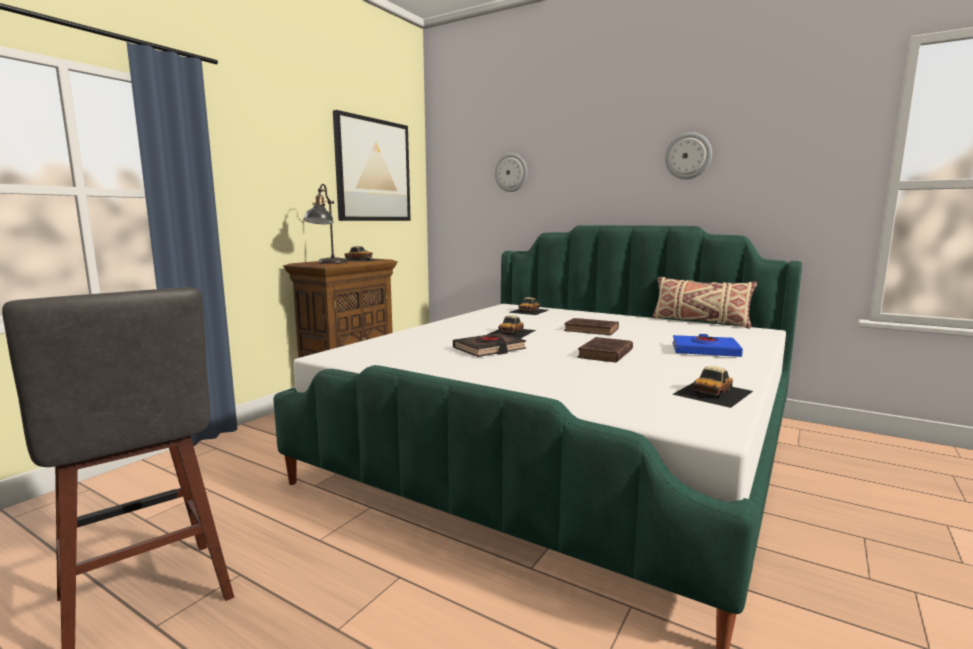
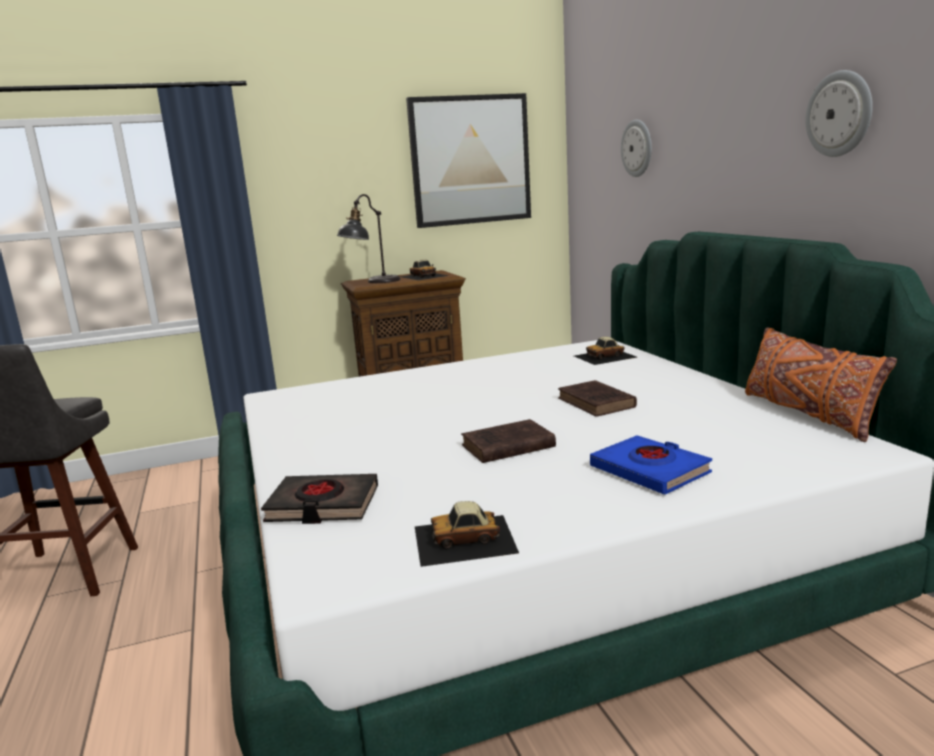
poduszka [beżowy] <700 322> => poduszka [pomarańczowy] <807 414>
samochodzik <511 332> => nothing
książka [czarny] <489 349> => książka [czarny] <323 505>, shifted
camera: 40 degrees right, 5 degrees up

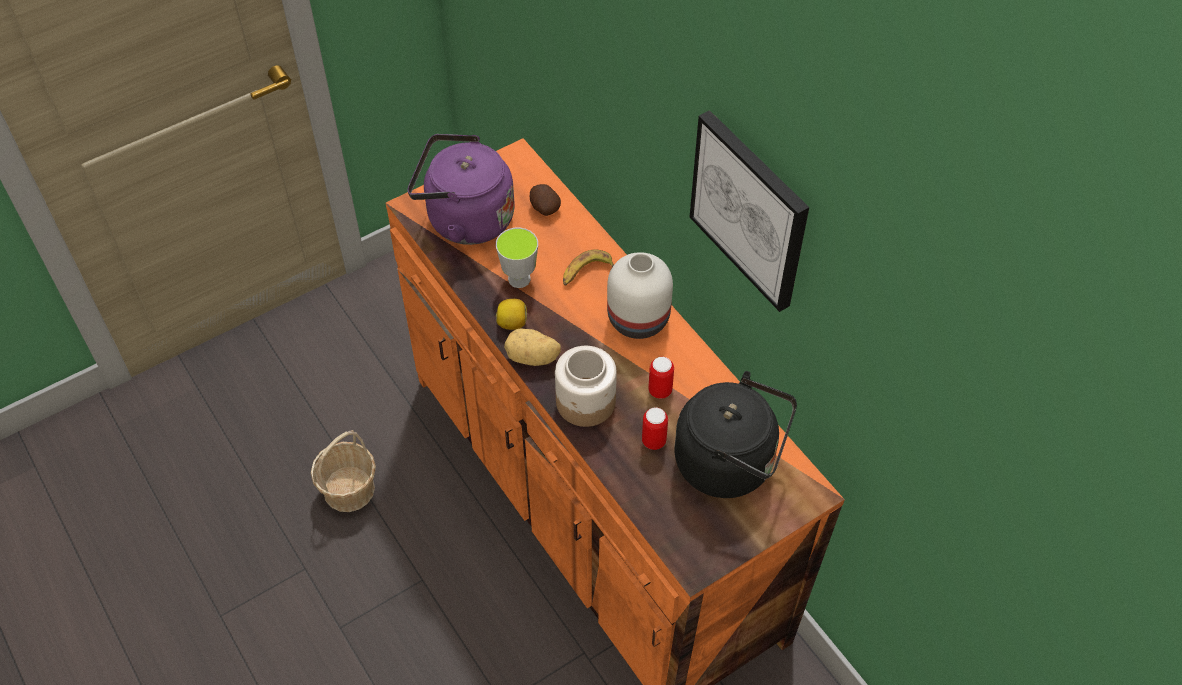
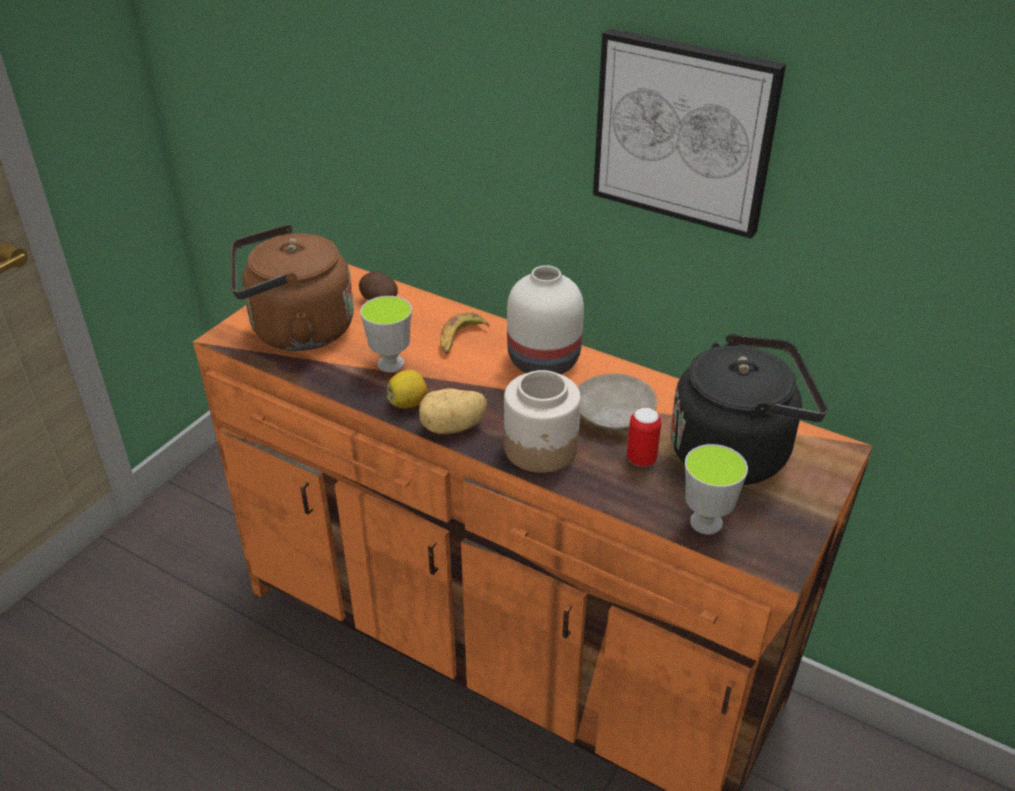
czajnik [fioletowy] <465 219> => czajnik [brązowy] <296 331>
puszka <660 390> => talerz [beżowy] <613 413>
koszyk <349 489> => nothing
nothing => filiżanka <706 522>
camera: 25 degrees left, 15 degrees down

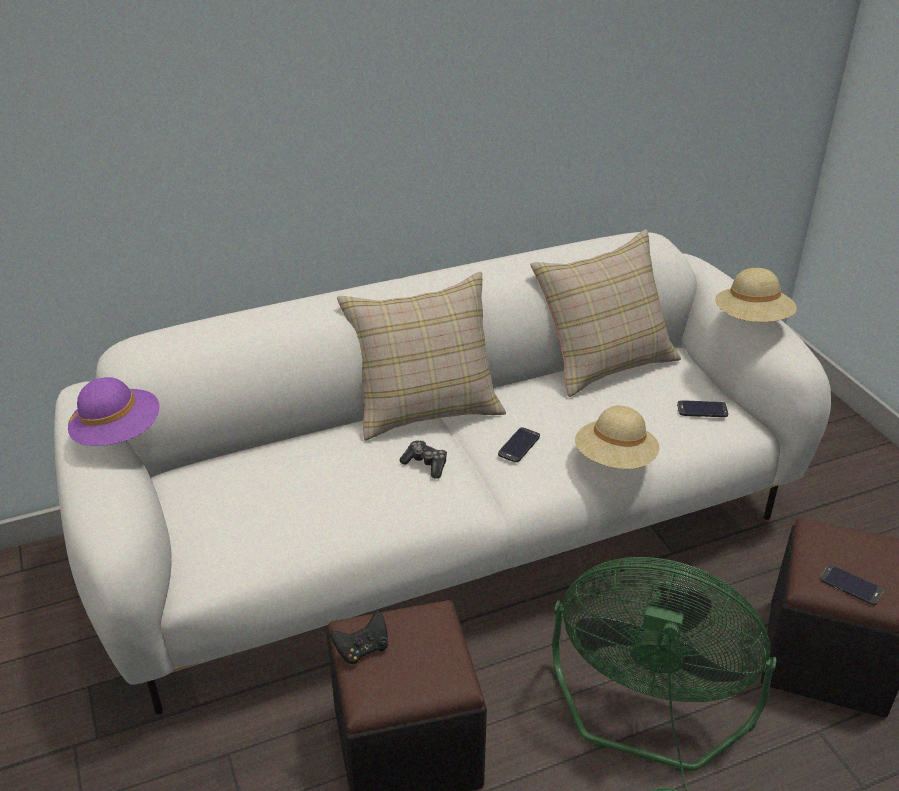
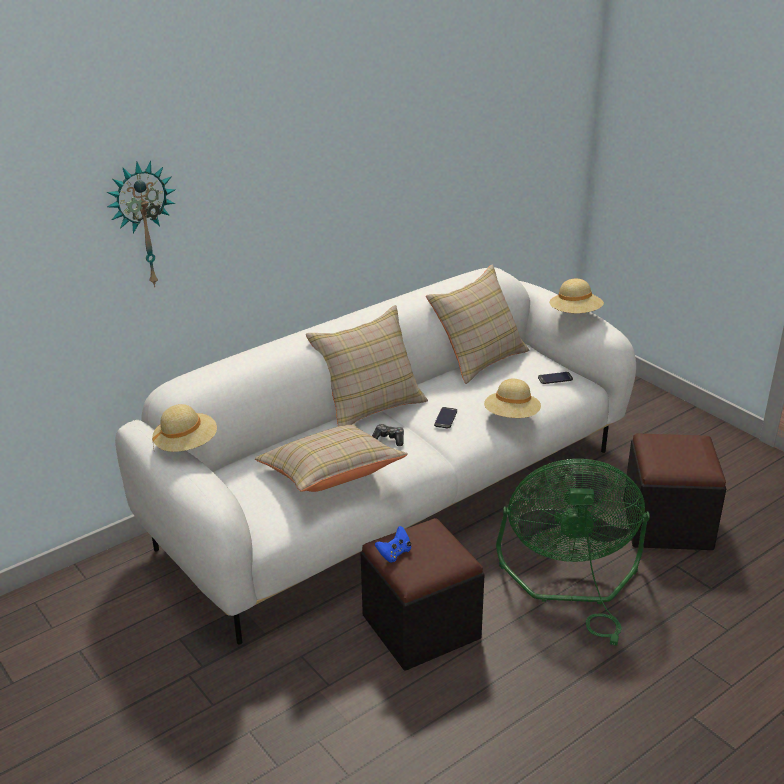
kapelusz [fioletowy] <118 434> => kapelusz [beżowy] <186 445>
telefon <851 585> => nothing
pad do gier [czarny] <362 649> => pad do gier [niebieski] <394 553>
nothing => zegar ścienny <143 224>
nothing => poduszka [beżowy] <330 476>
camera: 15 degrees left, 5 degrees down

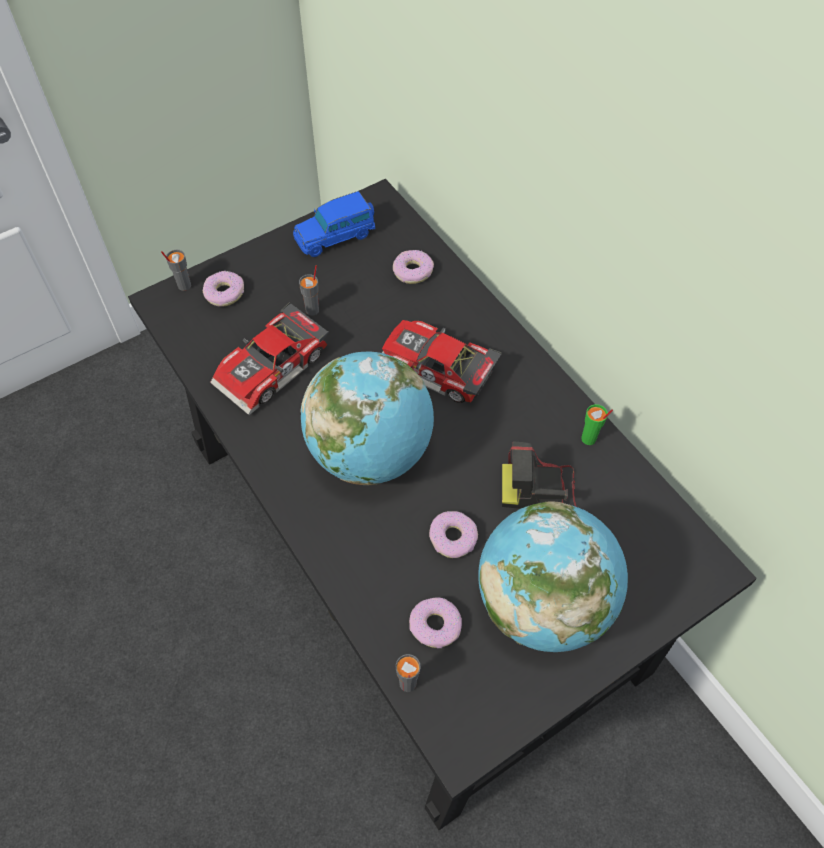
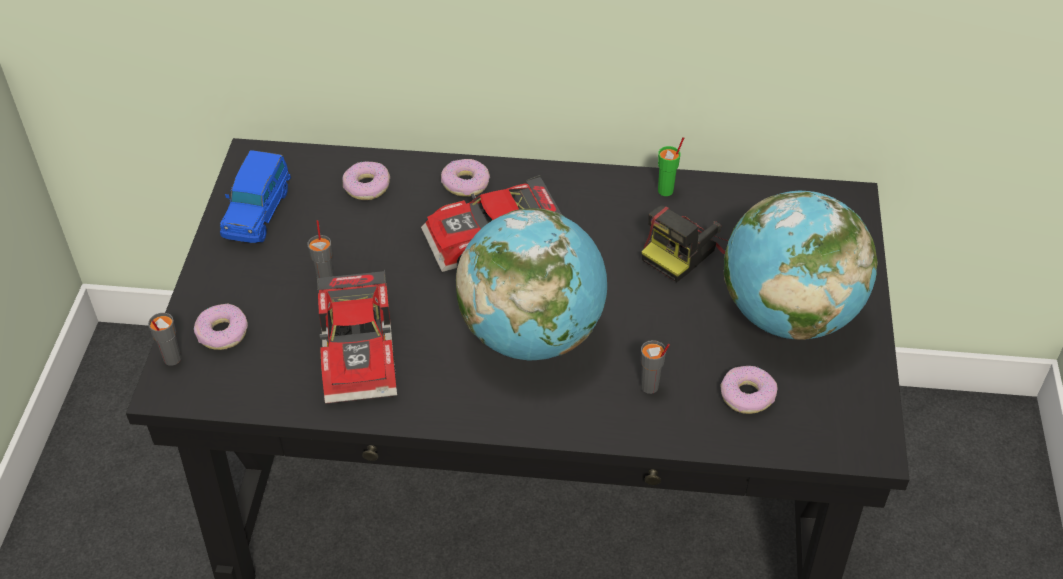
donut <453 537> => donut <465 183>, shifted
filiżanka [szary] <407 684> => filiżanka [szary] <649 387>, shifted
camera: 50 degrees left, 10 degrees down

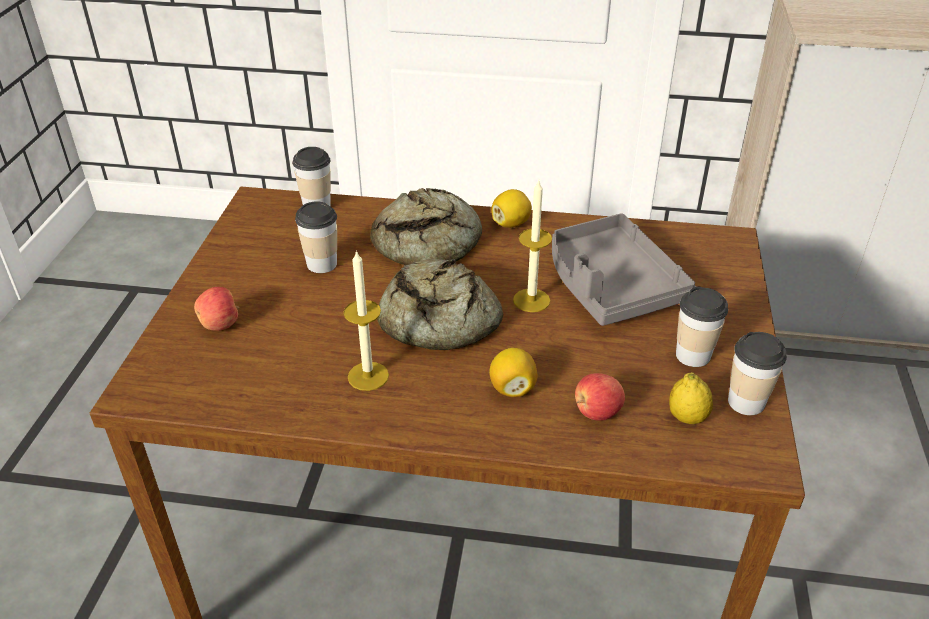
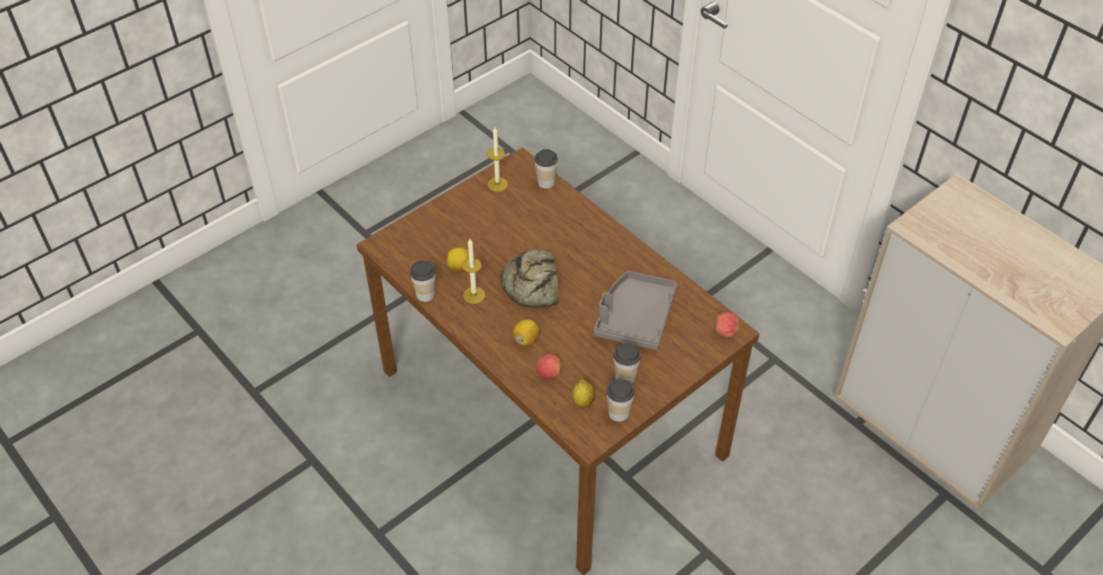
świeca <531 300> => świeca <497 184>, shifted
chleb <431 241> => nothing
cytryna <511 223> => cytryna <459 267>, shifted
filiżanka <322 264> => filiżanka <425 294>, shifted
jabłko <220 324> => jabłko <726 332>, shifted
camera: 40 degrees right, 10 degrees up

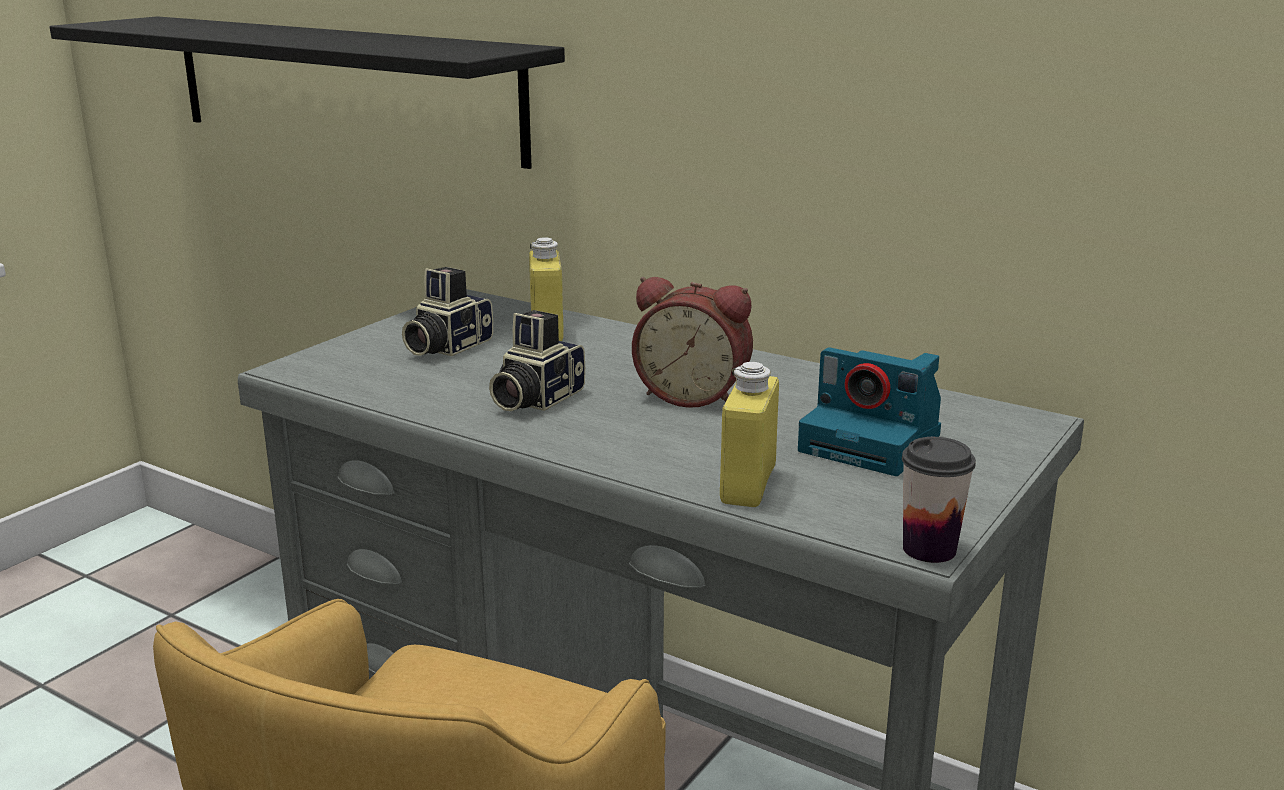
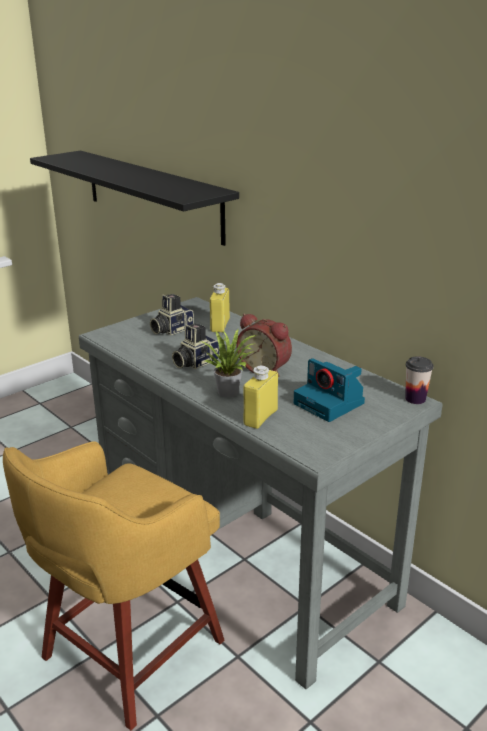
filiżanka <929 549> => filiżanka <415 399>, shifted
nothing => roślina doniczkowa <230 391>
camera: 15 degrees right, 5 degrees up

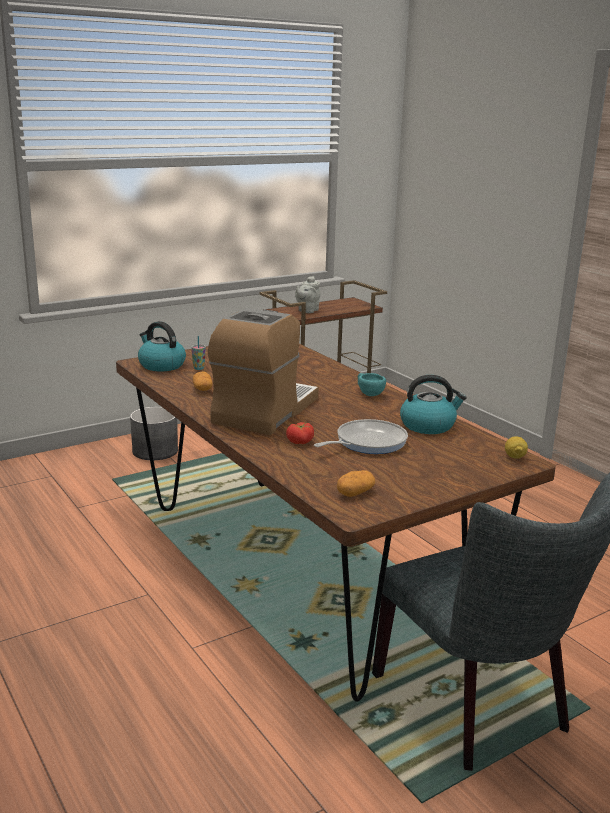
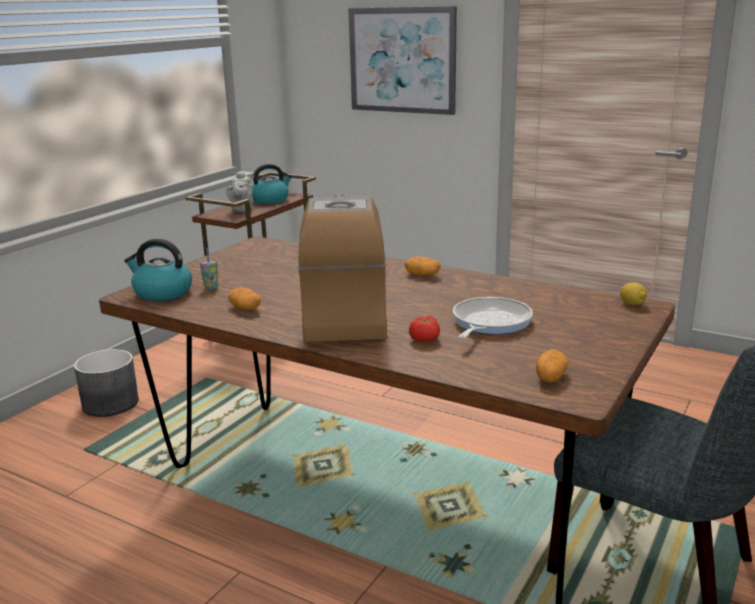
filiżanka [turkusowy] <368 393> => ziemniak <422 275>
czajnik <428 425> => czajnik <270 200>, shifted
nothing => obraz <402 60>
camera: 25 degrees left, 0 degrees up

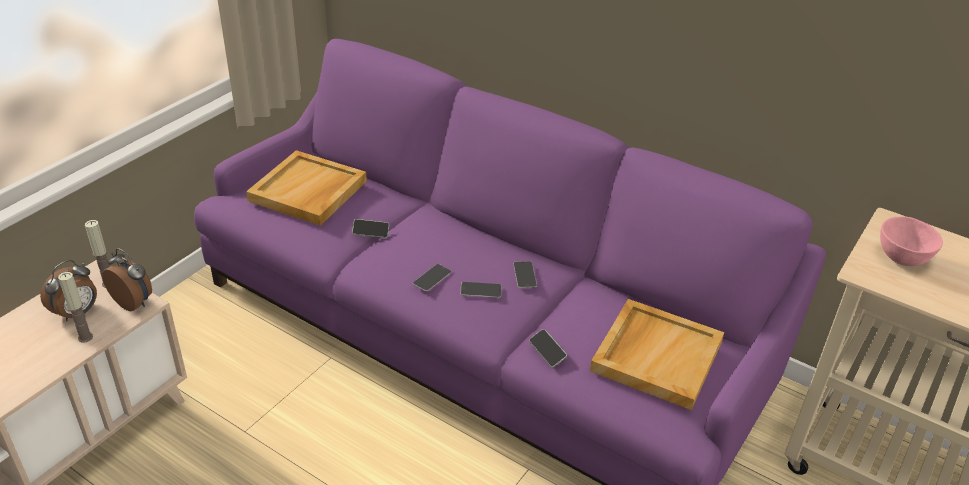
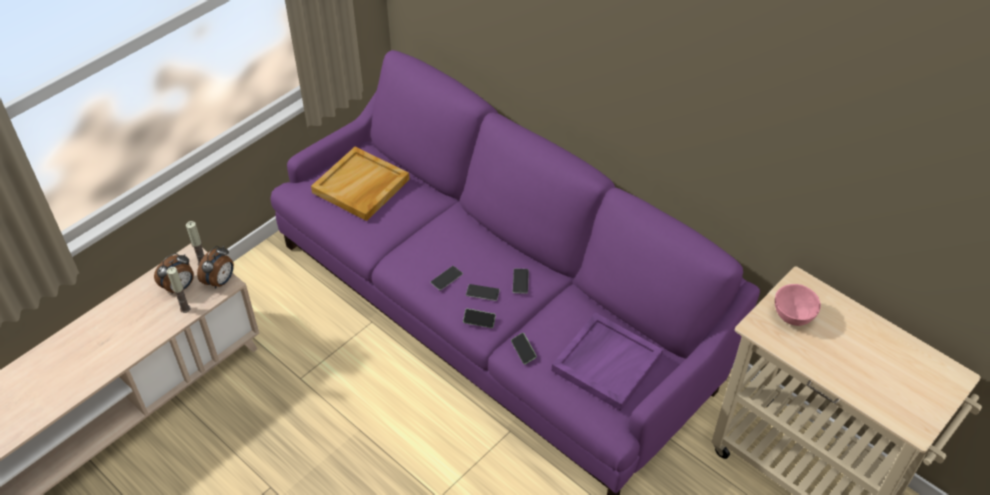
telefon <371 232> => telefon <479 321>, shifted
budzik <134 302> => budzik <220 281>, 75 degrees clockwise
taca [beżowy] <656 355> => taca [fioletowy] <606 362>
camera: 10 degrees right, 10 degrees up

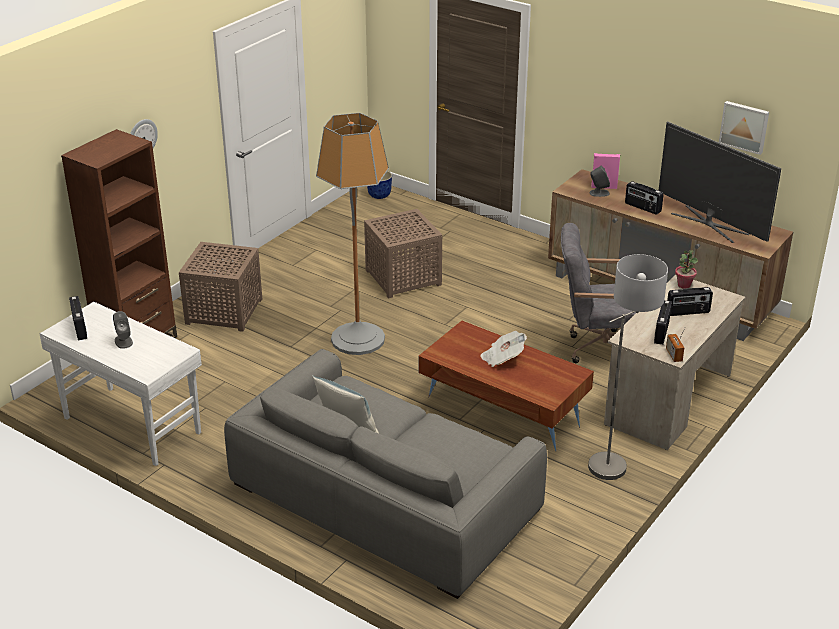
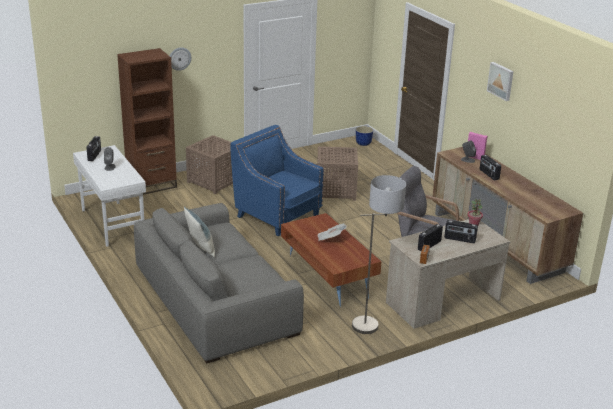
obraz <744 126> => obraz <501 81>, shifted
lampa stojąca <358 339> => fotel [niebieski] <277 215>
telewizor <709 224> => nothing
camera: 25 degrees right, 5 degrees down

